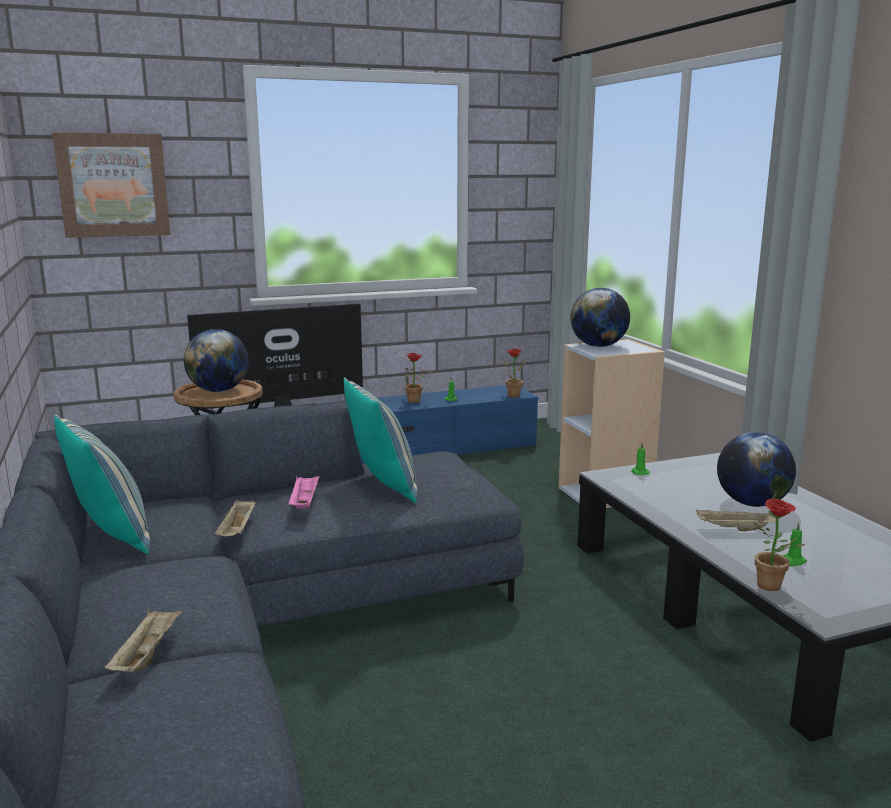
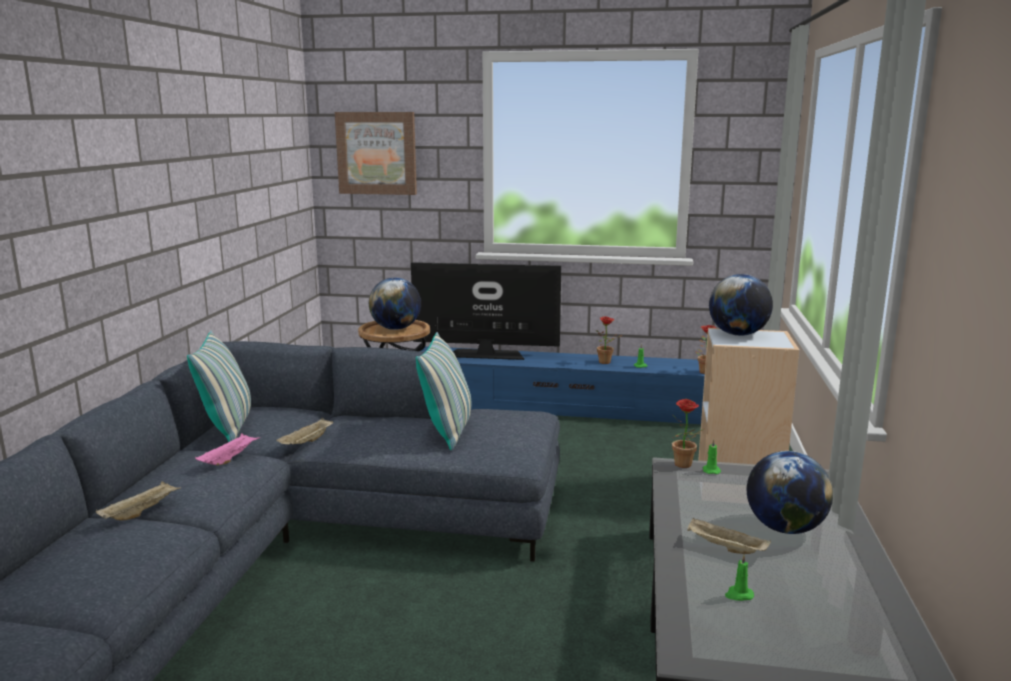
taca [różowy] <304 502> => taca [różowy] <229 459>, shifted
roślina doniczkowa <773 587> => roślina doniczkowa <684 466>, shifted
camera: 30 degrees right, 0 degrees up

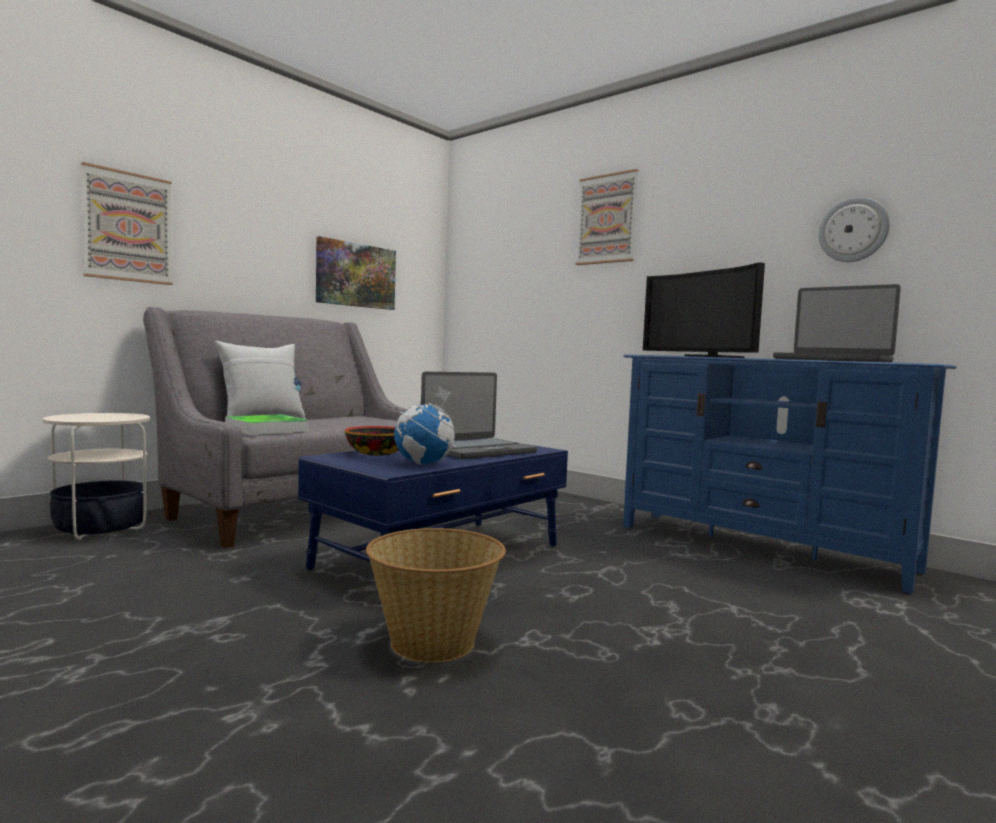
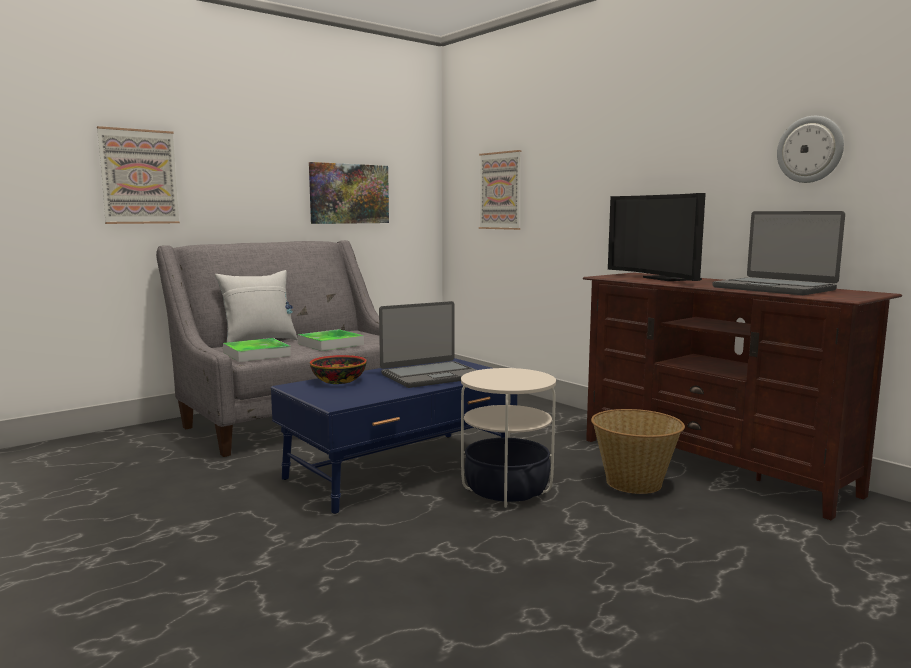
obraz <607 219> => obraz <500 191>, shifted
szafka pod telewizor [niebieski] <761 547> => szafka pod telewizor [brązowy] <712 465>
globus <425 463> => nothing
stolik [beżowy] <100 529> => stolik [beżowy] <506 492>, shifted
koszyk <433 642> => koszyk <634 482>, shifted
nothing => taca <330 344>
camera: 10 degrees right, 5 degrees up

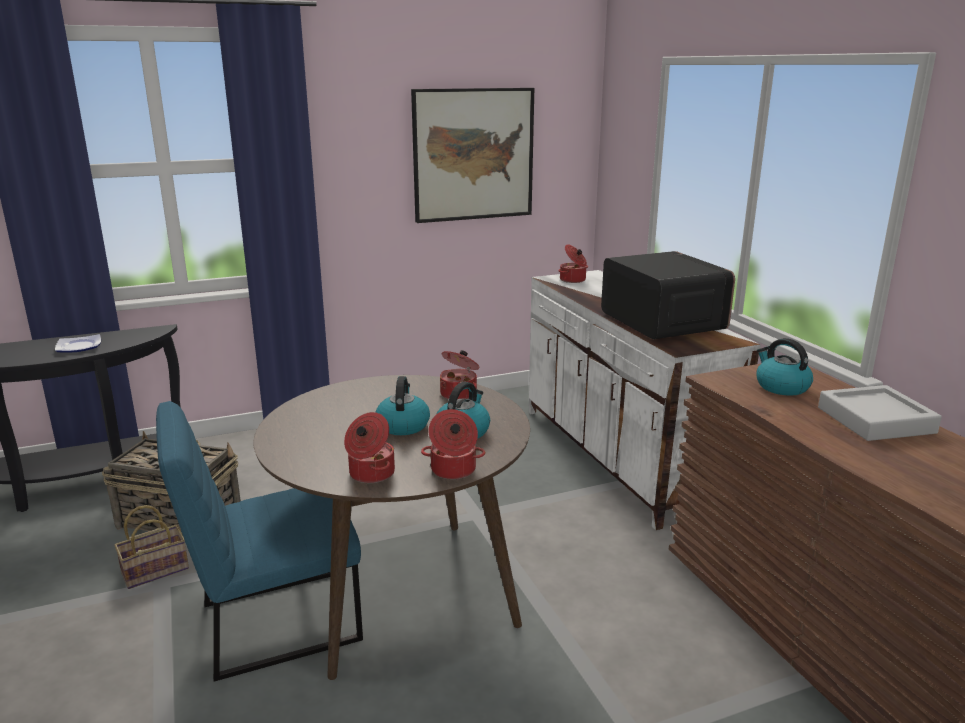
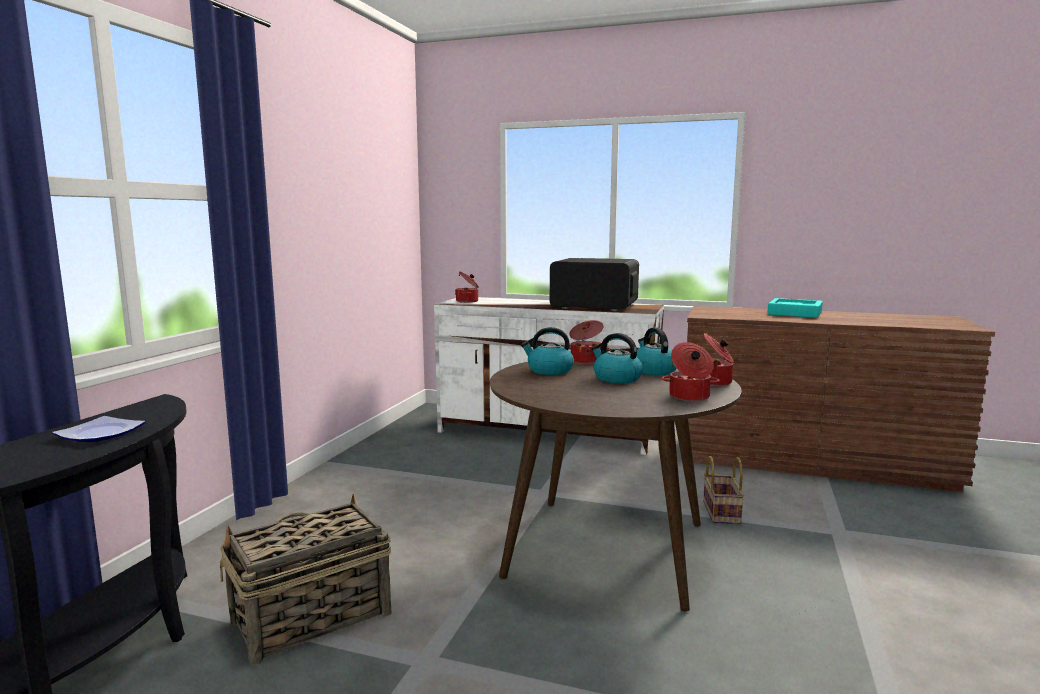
obraz <473 155> => nothing
czajnik <781 387> => czajnik <549 370>, shifted
taca [szary] <875 420> => taca [turkusowy] <794 313>
krzesło [niebieski] <275 622> => nothing
koszyk <156 570> => koszyk <720 512>, shifted
camera: 50 degrees left, 10 degrees down

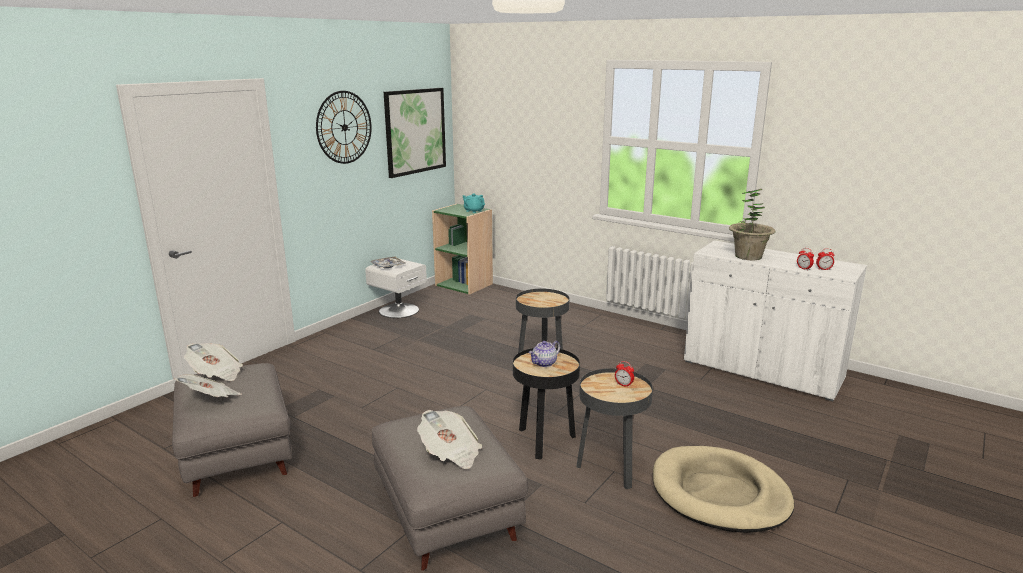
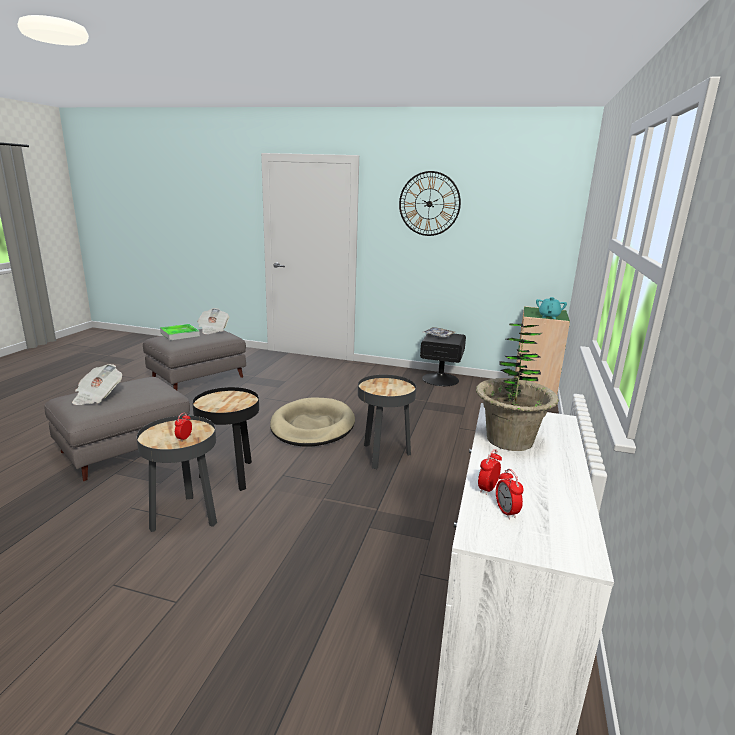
obraz <415 131> => nothing
szafka nocna [biały] <398 310> => szafka nocna [czarny] <440 379>
imbryk <544 363> => nothing
gazeta <211 399> => taca <180 334>
legowisko [beżowy] <719 494> => legowisko [beżowy] <312 426>, shifted
camera: 70 degrees right, 0 degrees up

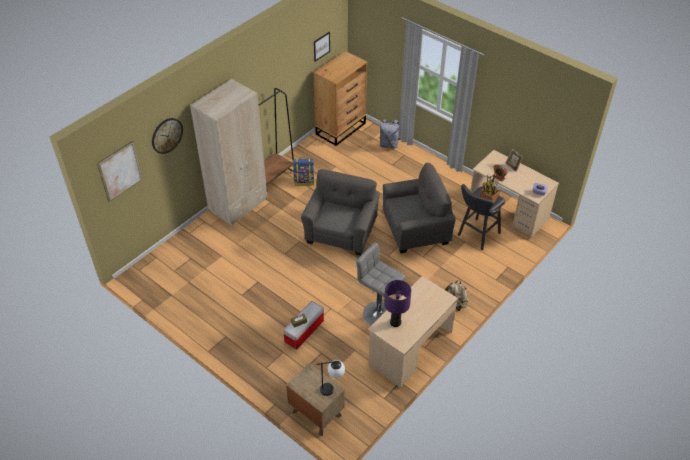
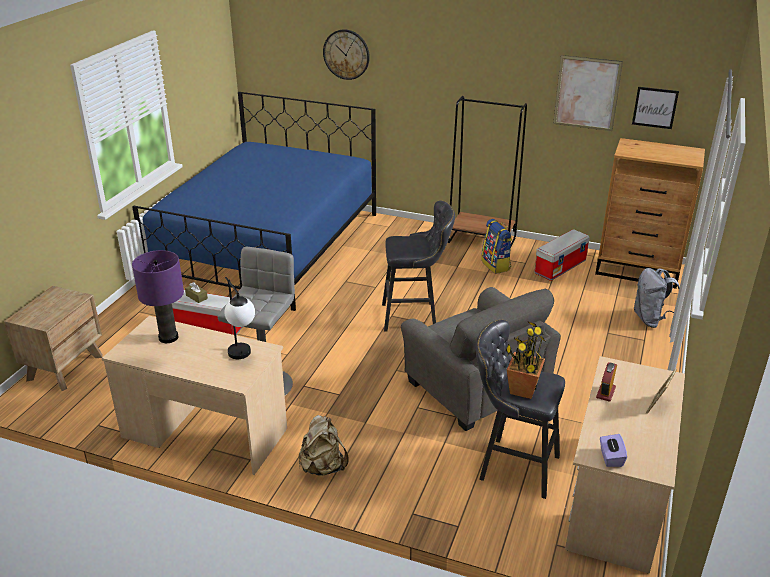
szafa [beżowy] <239 205> => nothing
obraz <120 171> => obraz <587 93>, shifted
fotel [szary] <341 232> => stołek [czarny] <417 316>
lampa stołowa <332 388> => lampa stołowa <243 357>, shifted
nothing => łóżko [niebieski] <269 244>
nothing => pojemnik do przechowywania <560 266>
camera: 70 degrees right, 15 degrees down

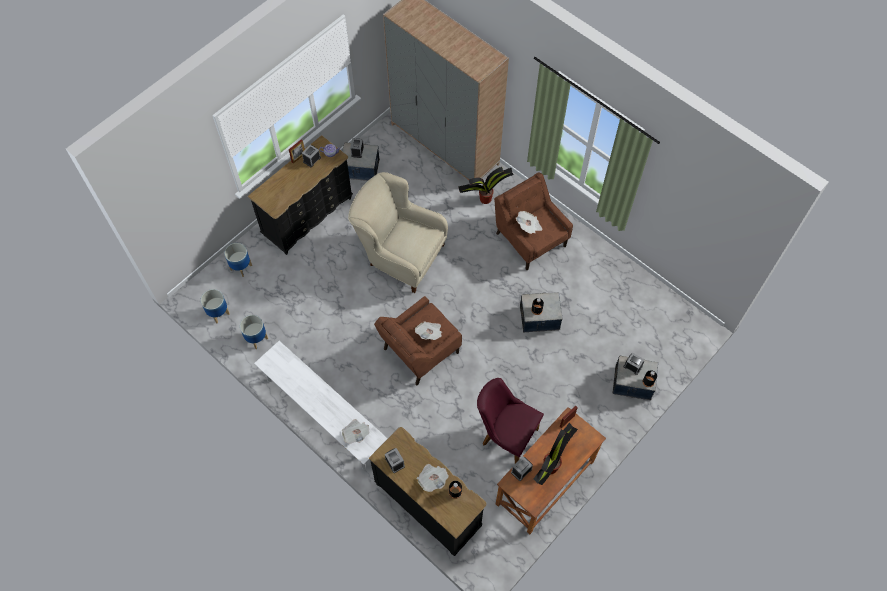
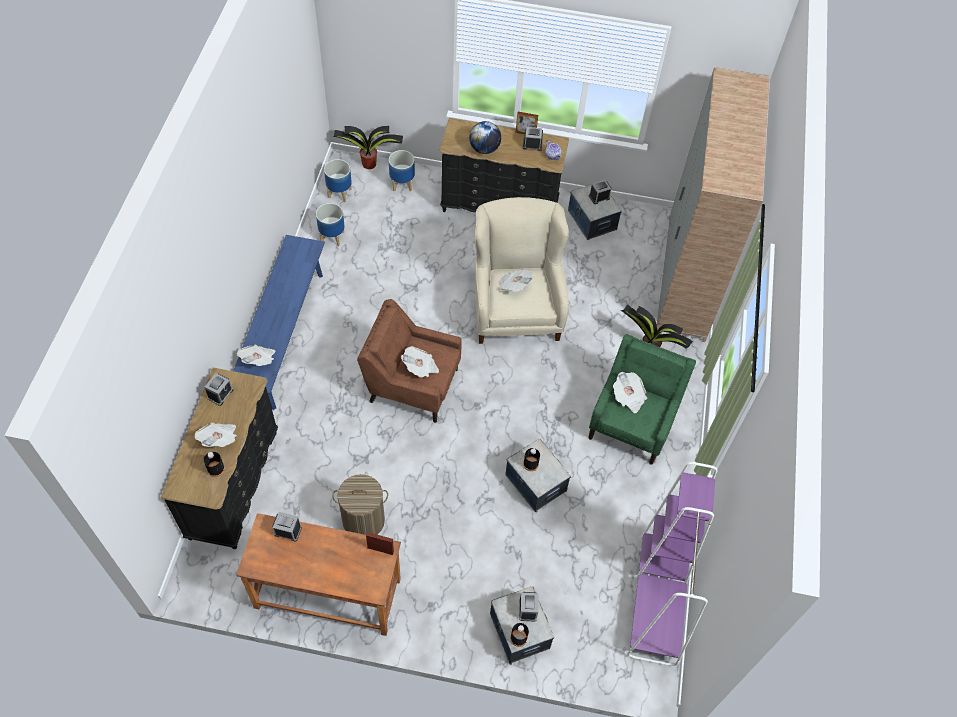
fotel [brązowy] <530 238> => fotel [zielony] <633 422>
ławka [biały] <324 414> => ławka [niebieski] <284 336>
krzesło [fioletowy] <505 434> => kosz na pranie <363 520>
roślina doniczkowa <551 466> => roślina doniczkowa <370 164>, shifted
nothing => globus <484 149>
nothing => gazeta <514 285>
nothing => wieszak [fioletowy] <657 601>
camera: 55 degrees right, 5 degrees down

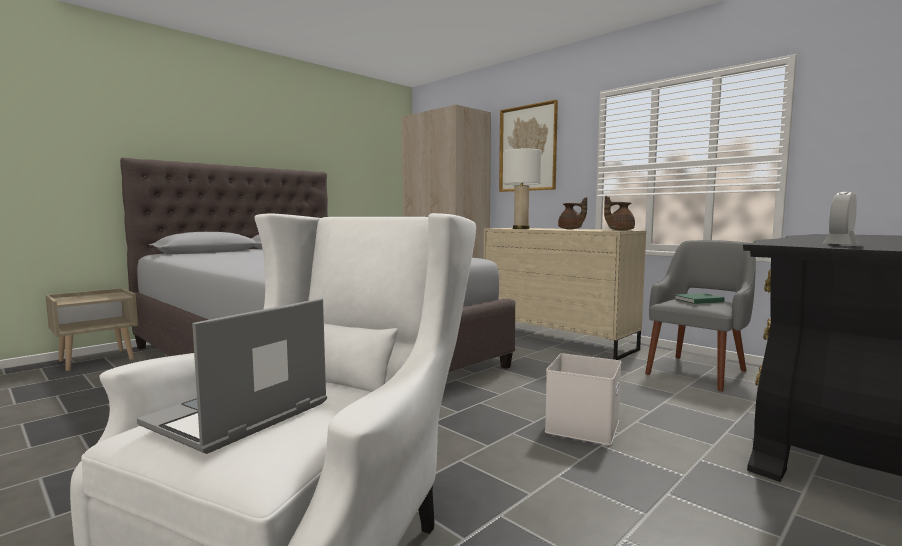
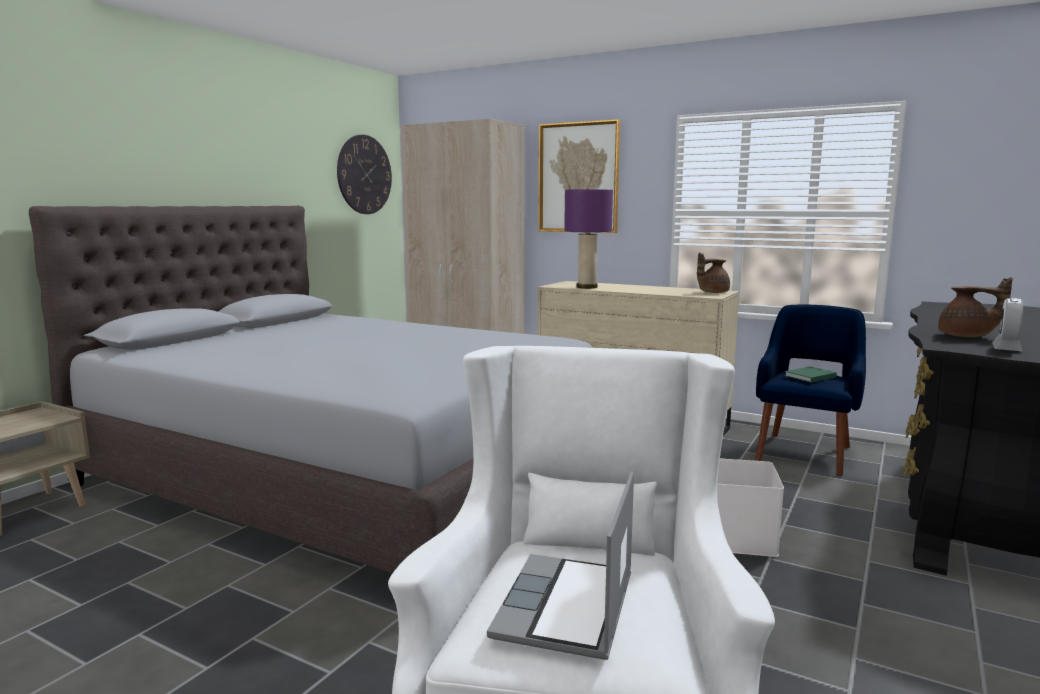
lampa stołowa [biały] <521 228> => lampa stołowa [fioletowy] <586 287>
imbryk [brązowy] <571 229> => imbryk [brązowy] <966 336>, shifted
fotel [szary] <697 371> => fotel [niebieski] <804 453>
nothing => zegar ścienny <364 174>
camera: 15 degrees left, 5 degrees up

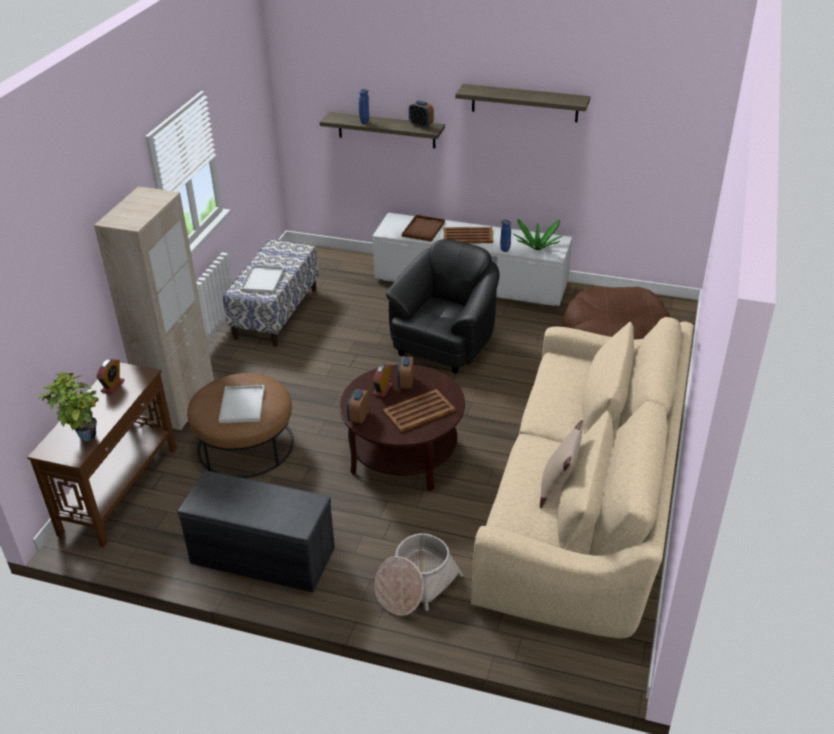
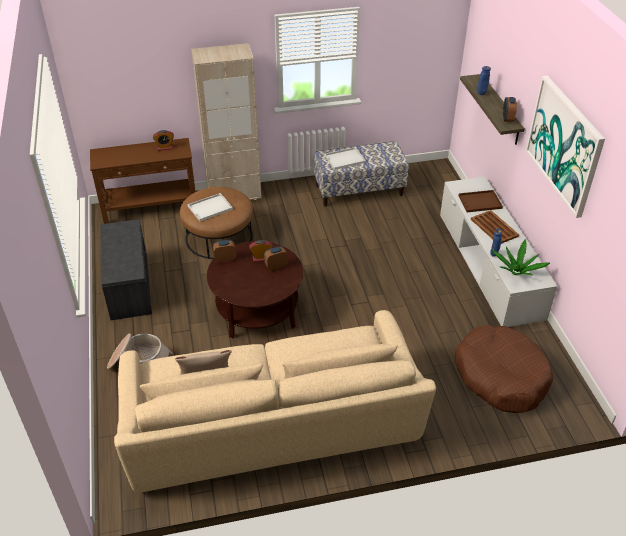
półka <524 103> => obraz <564 145>
fotel [czarny] <445 343> => nothing
roślina doniczkowa <82 436> => nothing
taca [brązowy] <419 411> => nothing
camera: 60 degrees right, 5 degrees up

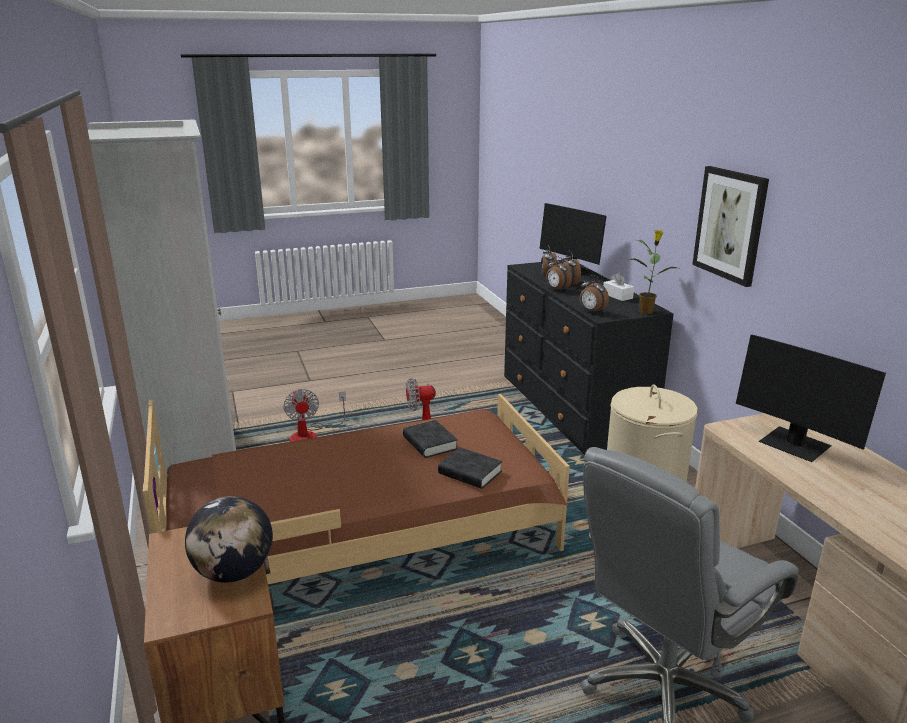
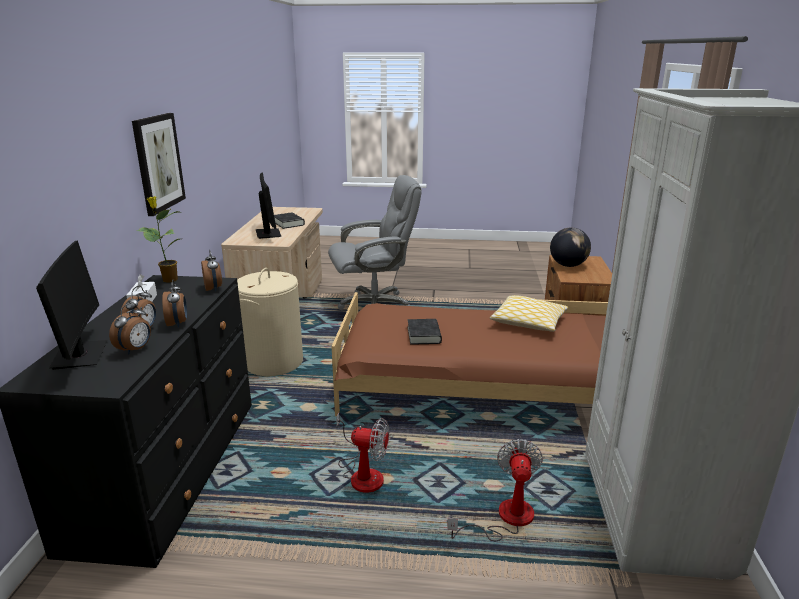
książka [czarny] <470 473> => książka [czarny] <288 223>, shifted
nothing => poduszka <528 322>
camera: 155 degrees left, 0 degrees up

